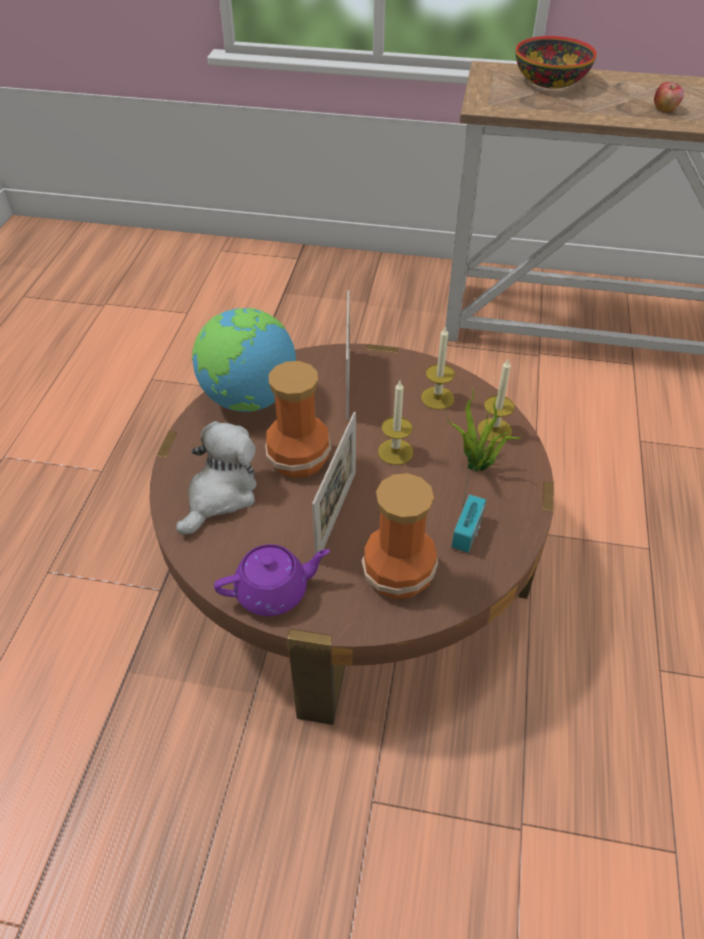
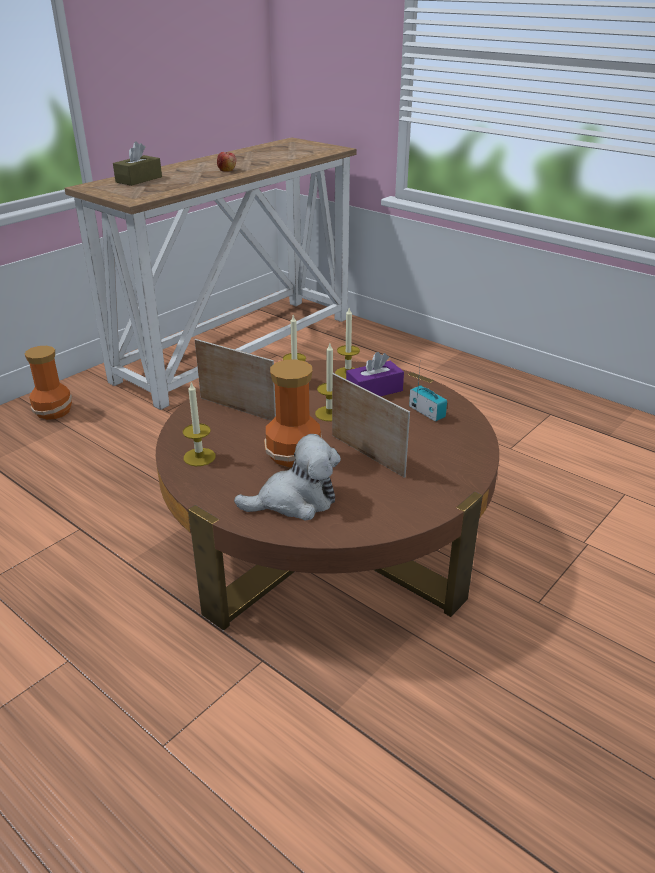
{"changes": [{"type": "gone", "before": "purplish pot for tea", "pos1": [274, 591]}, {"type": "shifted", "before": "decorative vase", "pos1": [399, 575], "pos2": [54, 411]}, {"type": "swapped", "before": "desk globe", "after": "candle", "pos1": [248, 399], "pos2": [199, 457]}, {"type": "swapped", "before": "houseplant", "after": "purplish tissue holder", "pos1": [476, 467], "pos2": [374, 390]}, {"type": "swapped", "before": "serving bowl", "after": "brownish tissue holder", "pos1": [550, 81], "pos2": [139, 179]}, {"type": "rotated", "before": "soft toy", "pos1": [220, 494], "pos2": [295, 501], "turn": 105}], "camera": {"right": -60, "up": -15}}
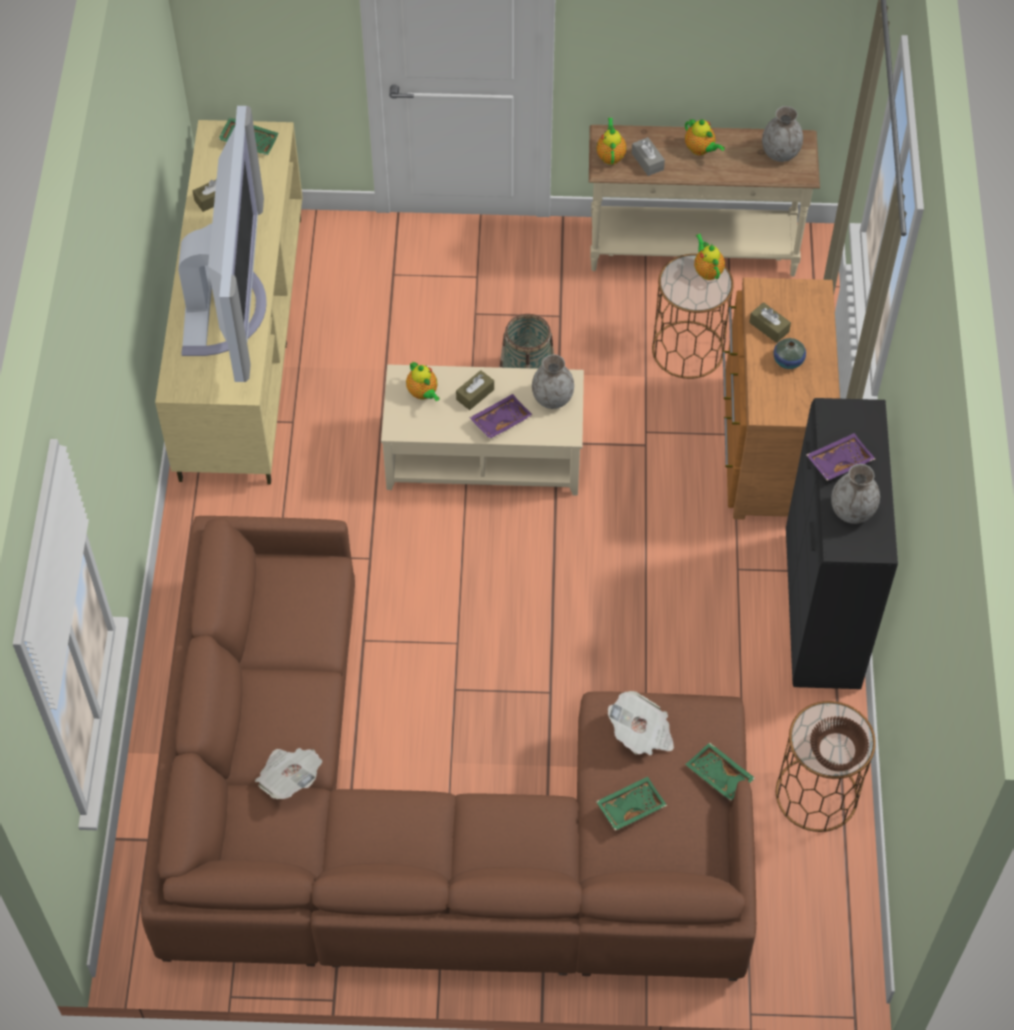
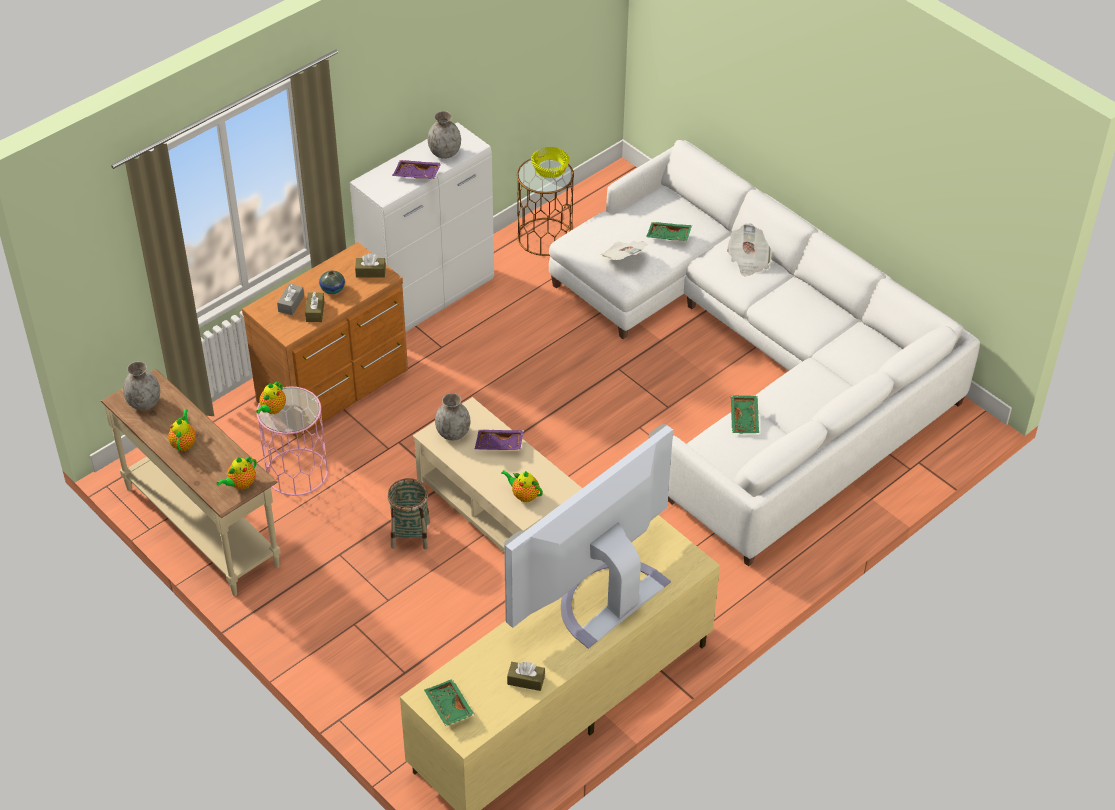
{"changes": [{"type": "shifted", "before": "daily paper", "pos1": [289, 778], "pos2": [748, 260]}, {"type": "shifted", "before": "brownish tissue holder", "pos1": [475, 394], "pos2": [370, 272]}, {"type": "shifted", "before": "grey tissue holder", "pos1": [647, 161], "pos2": [291, 304]}, {"type": "shifted", "before": "green serving tray", "pos1": [718, 776], "pos2": [745, 419]}, {"type": "repainted", "before": "brownish settee", "after": "whitish settee", "pos1": [422, 822], "pos2": [757, 364]}, {"type": "repainted", "before": "brownish end table", "after": "pinkish end table", "pos1": [687, 350], "pos2": [297, 472]}, {"type": "repainted", "before": "black storage cabinet", "after": "whitish storage cabinet", "pos1": [821, 612], "pos2": [429, 298]}, {"type": "repainted", "before": "brownish serving bowl", "after": "yellow-coloured serving bowl", "pos1": [835, 750], "pos2": [550, 169]}, {"type": "rotated", "before": "pot for tea", "pos1": [423, 393], "pos2": [524, 495], "turn": -75}], "camera": {"right": -135, "up": -10}}
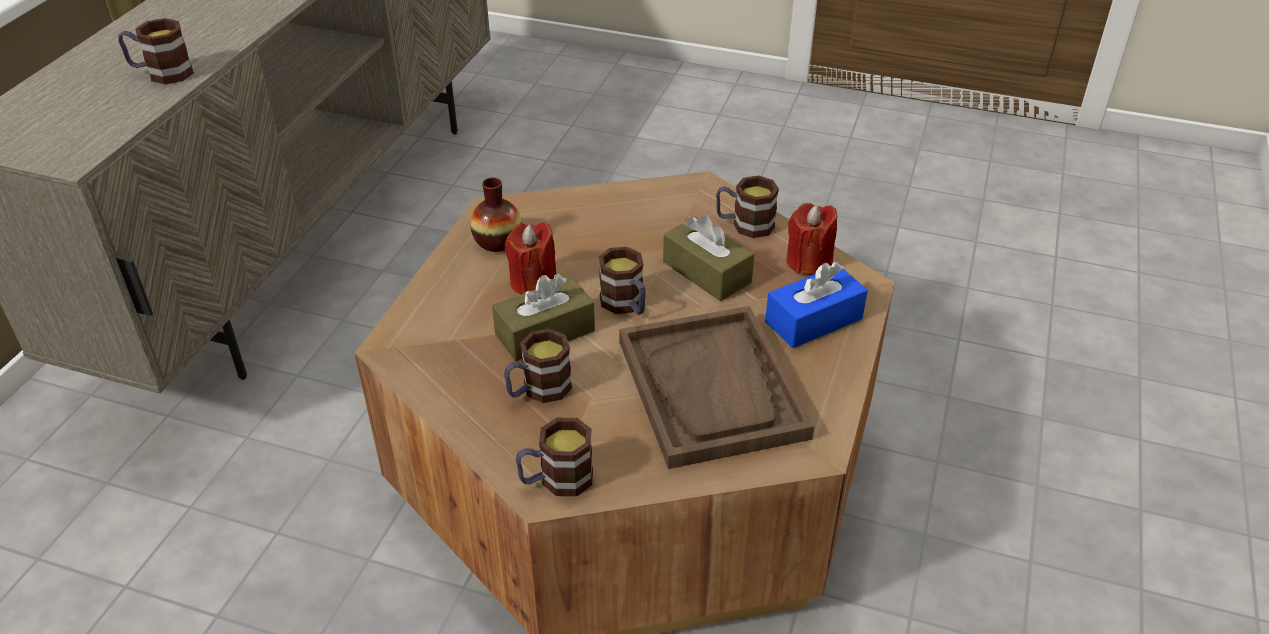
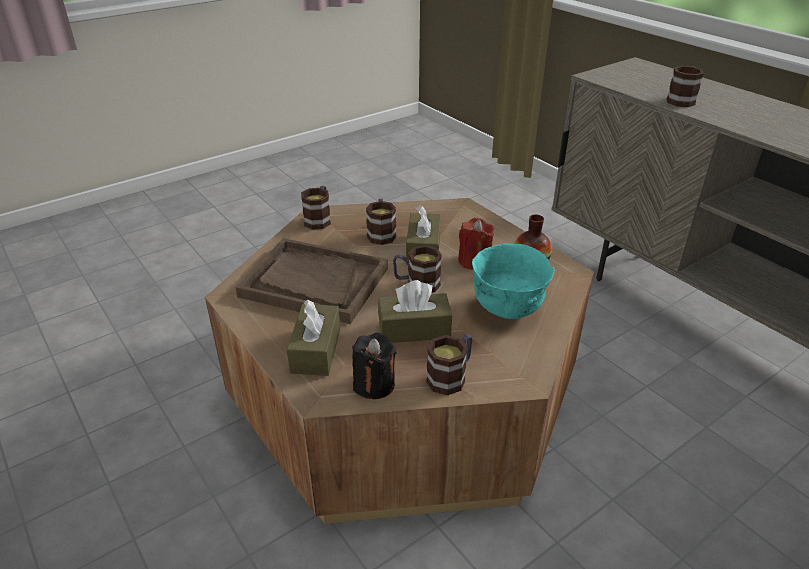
{"changes": [{"type": "new", "after": "blue-green serving bowl", "pos2": [507, 309]}, {"type": "repainted", "before": "bluish tissue holder", "after": "brownish tissue holder", "pos1": [813, 320], "pos2": [316, 350]}, {"type": "repainted", "before": "red candle", "after": "black candle", "pos1": [808, 262], "pos2": [374, 384]}], "camera": {"right": 125, "up": -5}}
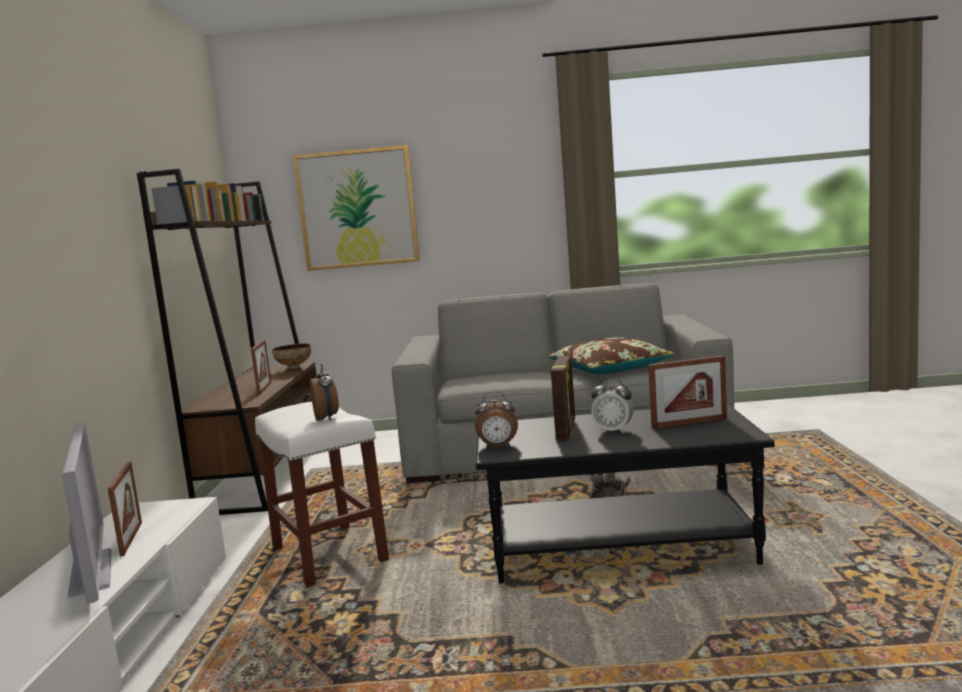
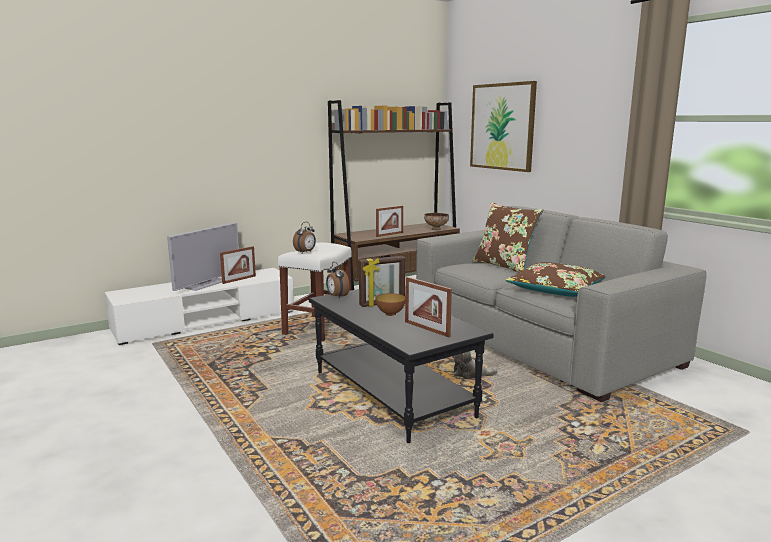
{"changes": [{"type": "new", "after": "brownish throw pillow", "pos2": [504, 266]}, {"type": "swapped", "before": "alarm clock", "after": "serving bowl", "pos1": [613, 431], "pos2": [390, 314]}], "camera": {"right": 55, "up": 5}}
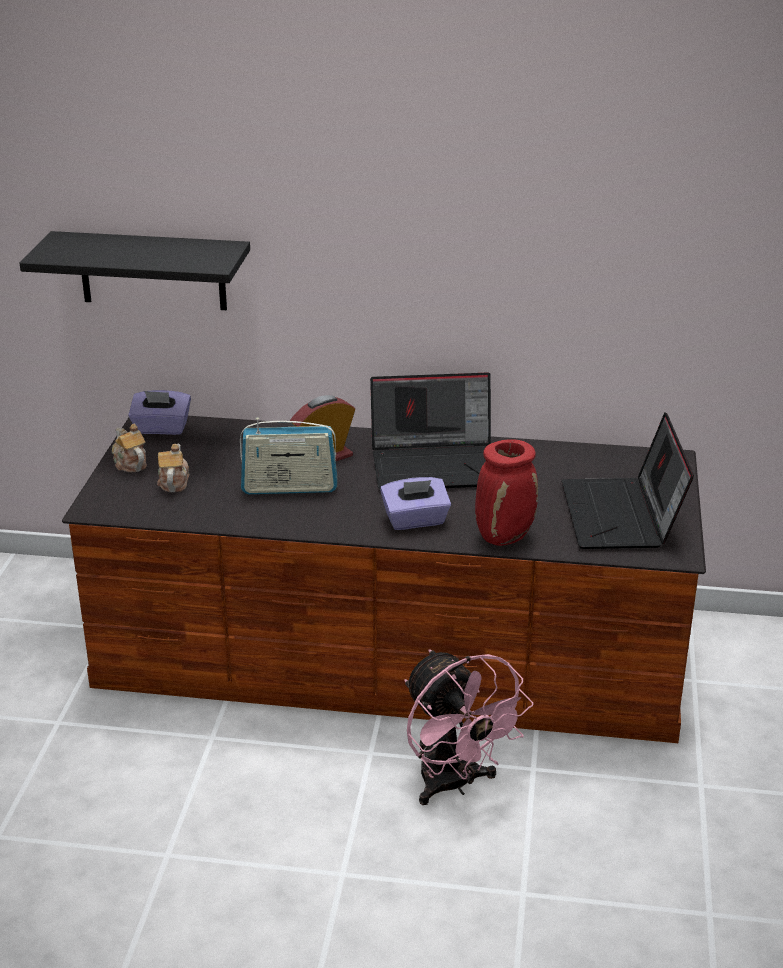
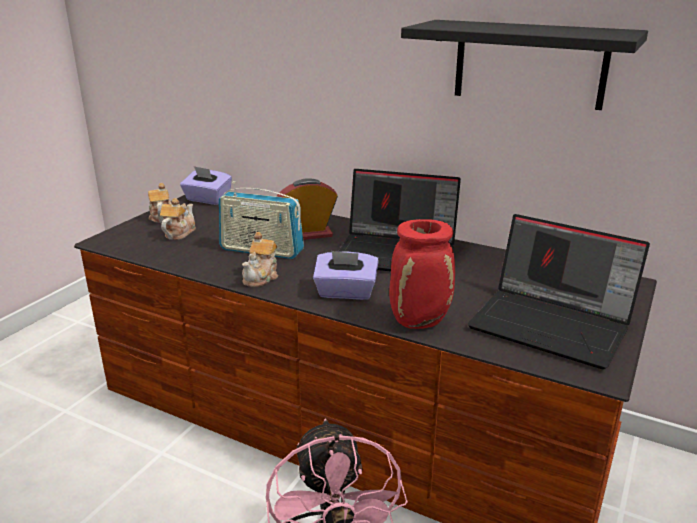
{"changes": [{"type": "new", "after": "pot for tea", "pos2": [261, 277]}, {"type": "shifted", "before": "black wall shelf", "pos1": [152, 271], "pos2": [529, 64]}, {"type": "rotated", "before": "portable computer", "pos1": [622, 516], "pos2": [553, 324], "turn": -75}], "camera": {"right": 20, "up": -5}}
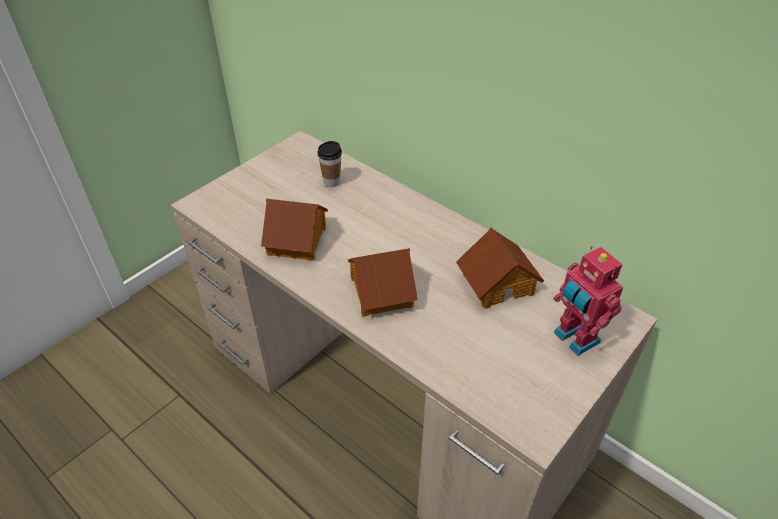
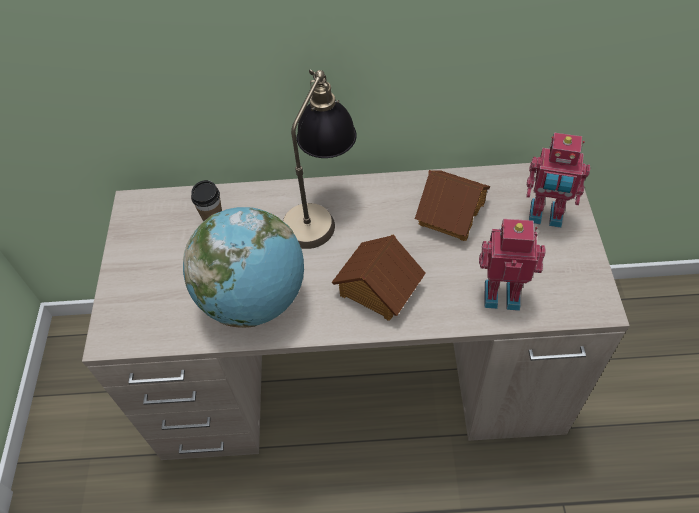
{"changes": [{"type": "new", "after": "table lamp", "pos2": [320, 210]}, {"type": "new", "after": "robot figure", "pos2": [502, 293]}, {"type": "swapped", "before": "toy house", "after": "desk globe", "pos1": [298, 240], "pos2": [254, 299]}], "camera": {"right": -40, "up": 10}}
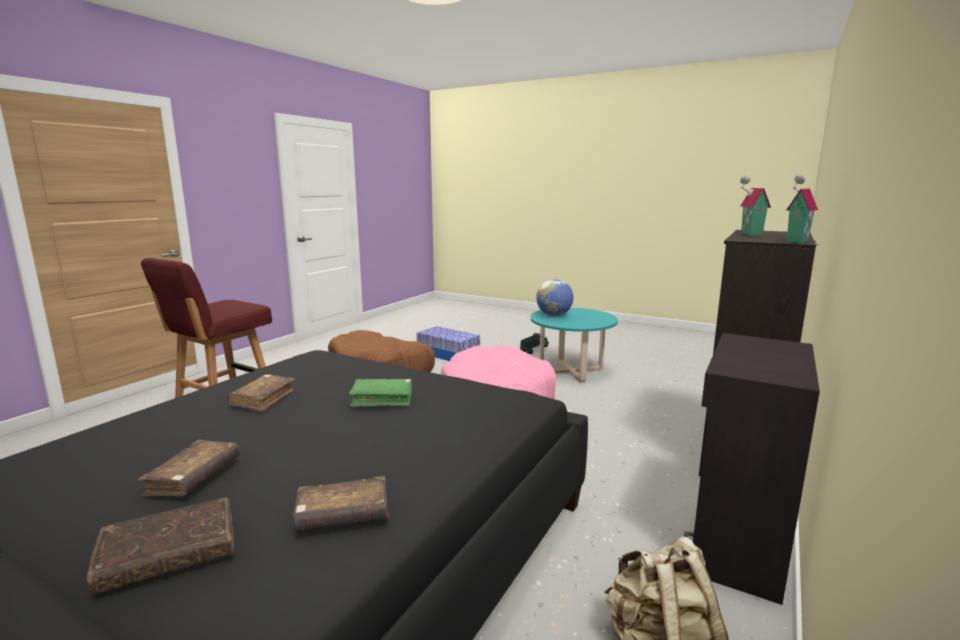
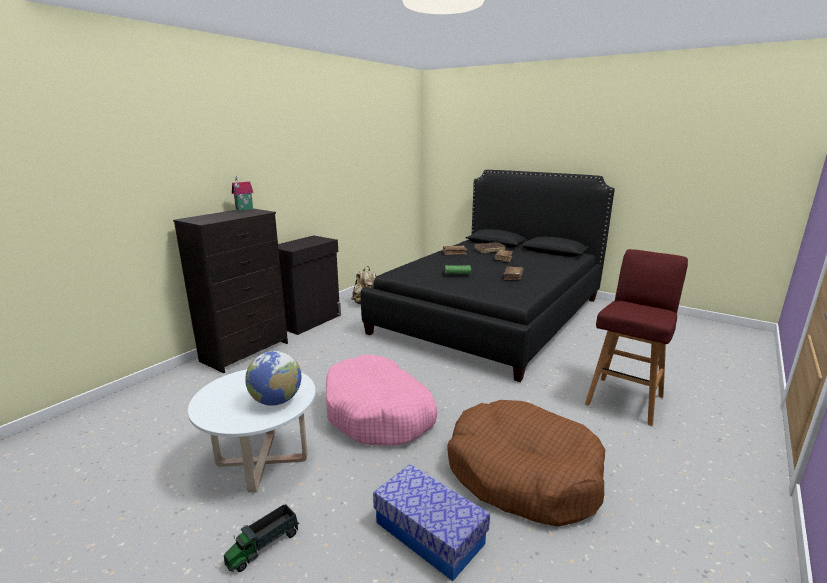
{"changes": [{"type": "gone", "before": "toy house", "pos1": [749, 234]}, {"type": "repainted", "before": "blue-green coffee table", "after": "whitish coffee table", "pos1": [571, 371], "pos2": [262, 461]}], "camera": {"right": -175, "up": 5}}
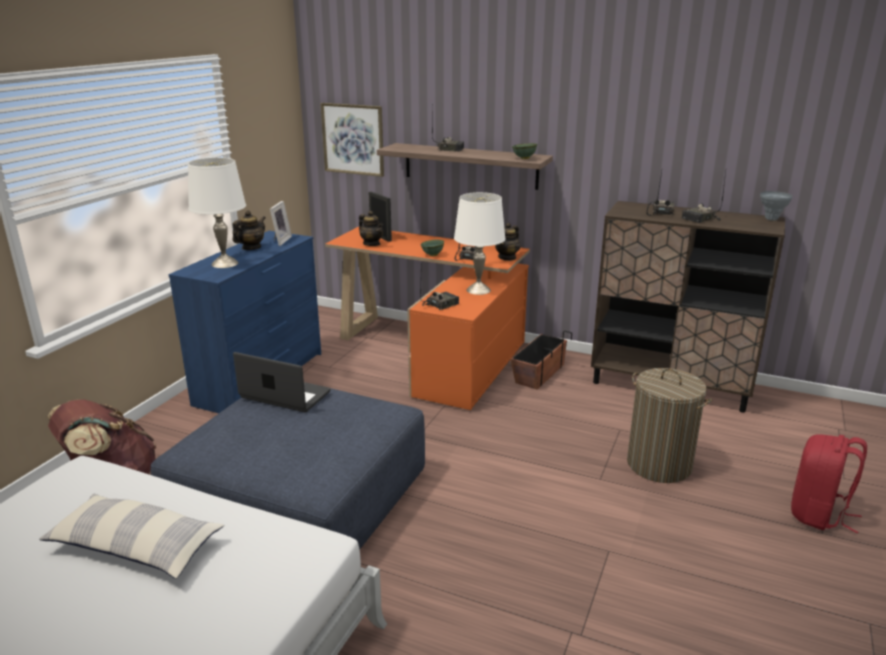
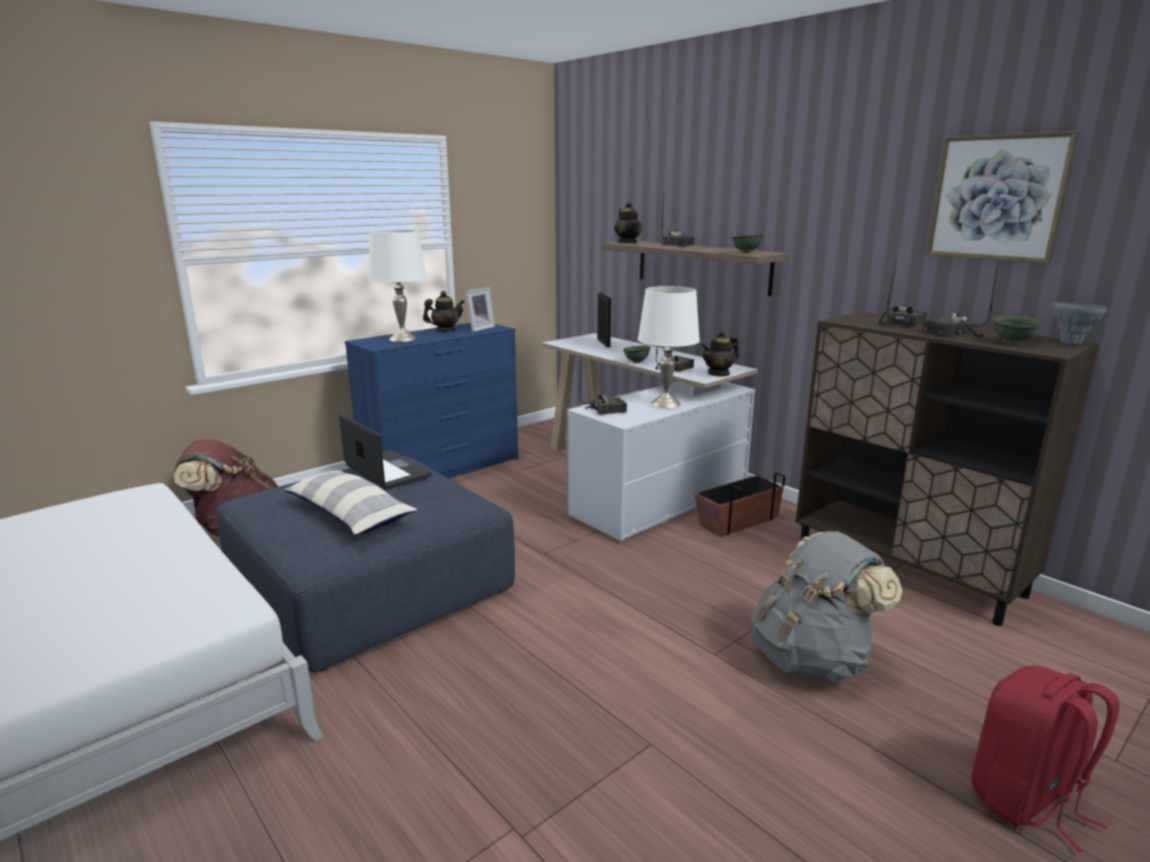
{"changes": [{"type": "new", "after": "green serving bowl", "pos2": [1012, 342]}, {"type": "shifted", "before": "throw pillow", "pos1": [135, 548], "pos2": [349, 515]}, {"type": "shifted", "before": "wall picture", "pos1": [353, 139], "pos2": [997, 198]}, {"type": "shifted", "before": "pot for tea", "pos1": [371, 244], "pos2": [628, 243]}, {"type": "swapped", "before": "washing basket", "after": "grey rucksack", "pos1": [659, 464], "pos2": [812, 659]}, {"type": "repainted", "before": "orangey desk", "after": "whitish desk", "pos1": [435, 352], "pos2": [636, 478]}], "camera": {"right": 25, "up": -5}}
